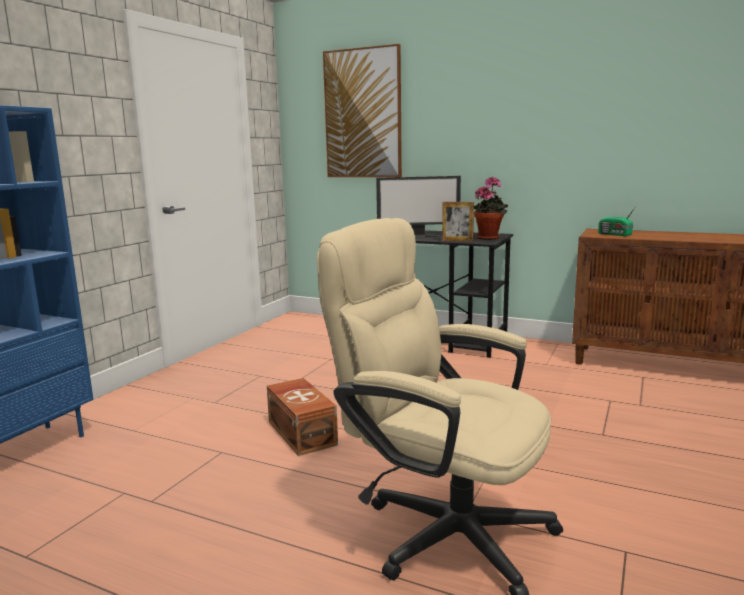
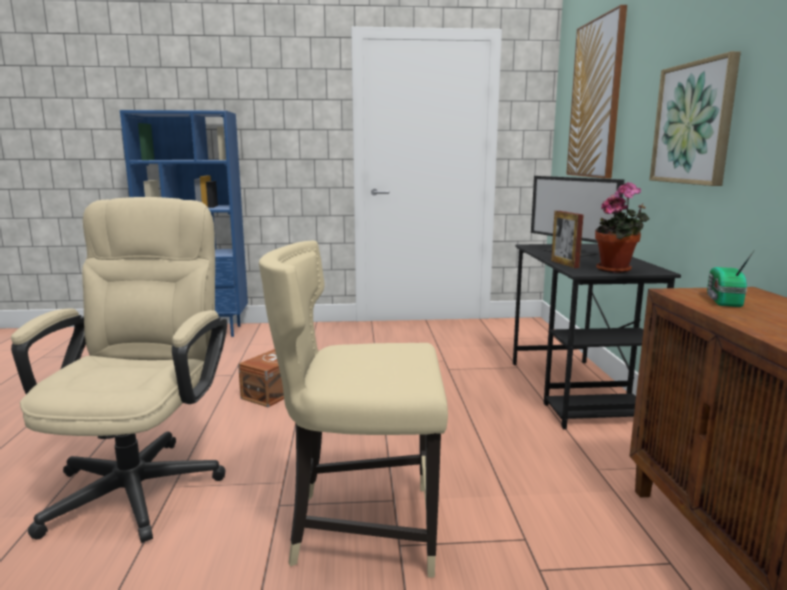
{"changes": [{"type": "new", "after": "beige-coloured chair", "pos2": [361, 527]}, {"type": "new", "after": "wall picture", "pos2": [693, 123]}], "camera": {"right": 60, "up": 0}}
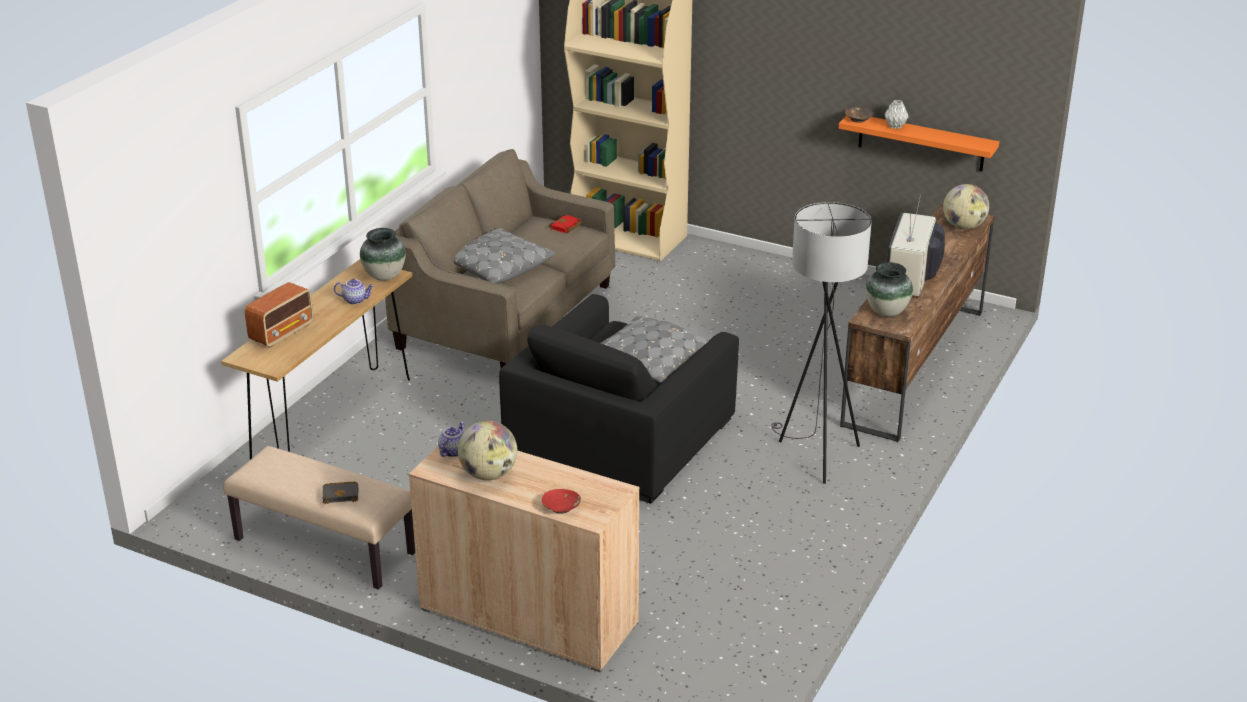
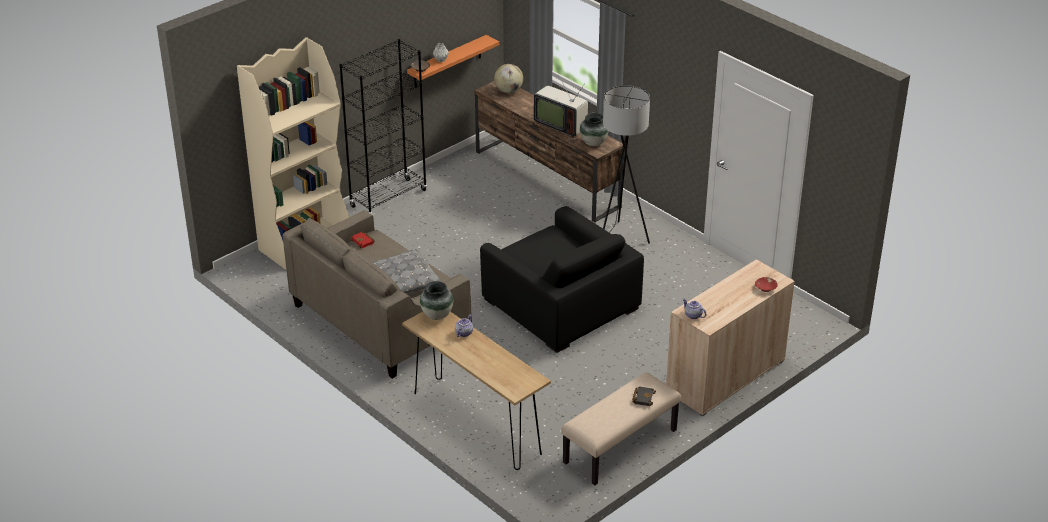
{"changes": [{"type": "gone", "before": "radio", "pos1": [282, 332]}, {"type": "gone", "before": "desk globe", "pos1": [489, 474]}, {"type": "gone", "before": "grey throw pillow", "pos1": [649, 361]}, {"type": "new", "after": "black shelving unit", "pos2": [388, 198]}], "camera": {"right": -70, "up": 5}}
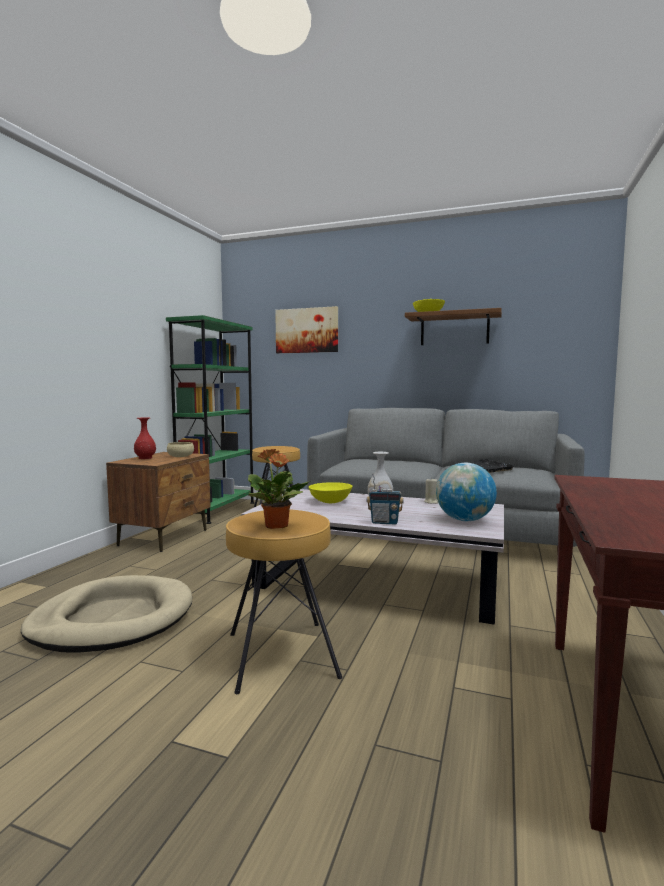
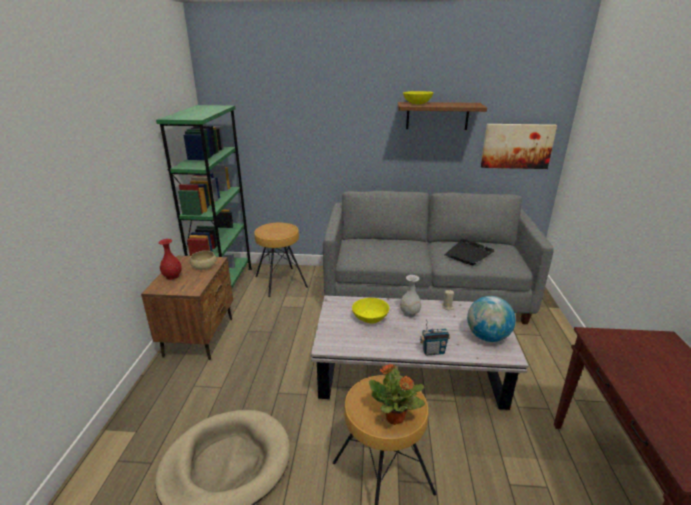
{"changes": [{"type": "shifted", "before": "wall picture", "pos1": [307, 330], "pos2": [517, 146]}], "camera": {"right": -15, "up": 20}}
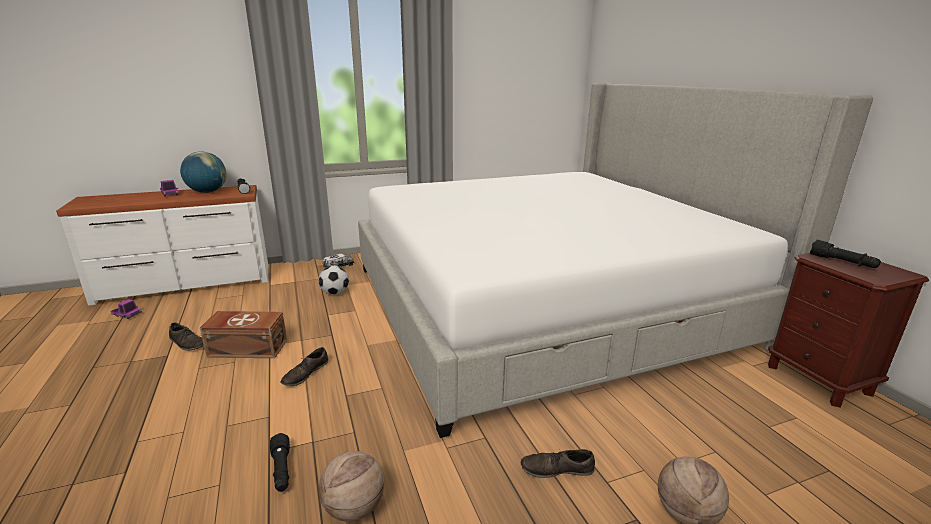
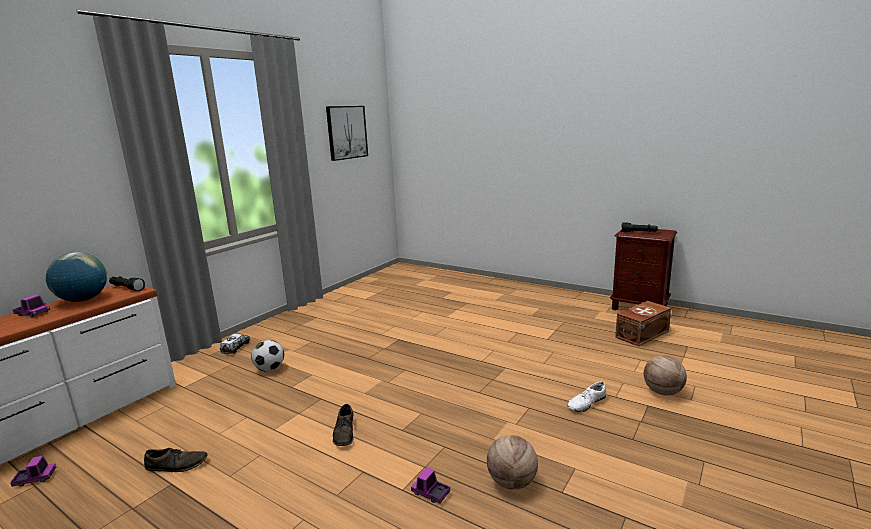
{"changes": [{"type": "gone", "before": "bed", "pos1": [544, 303]}, {"type": "new", "after": "wall picture", "pos2": [346, 132]}, {"type": "shifted", "before": "brownish storage container", "pos1": [247, 348], "pos2": [641, 334]}, {"type": "swapped", "before": "black torch", "after": "toy truck", "pos1": [281, 470], "pos2": [430, 493]}, {"type": "repainted", "before": "brownish shoe", "after": "whitish shoe", "pos1": [556, 469], "pos2": [586, 403]}], "camera": {"right": -35, "up": -5}}
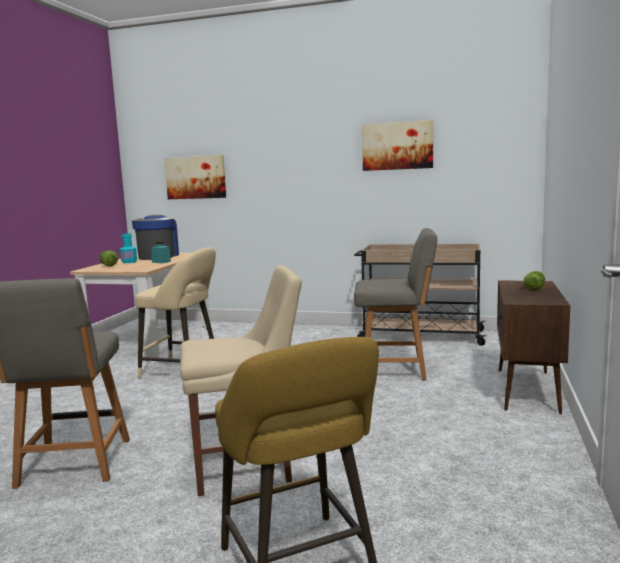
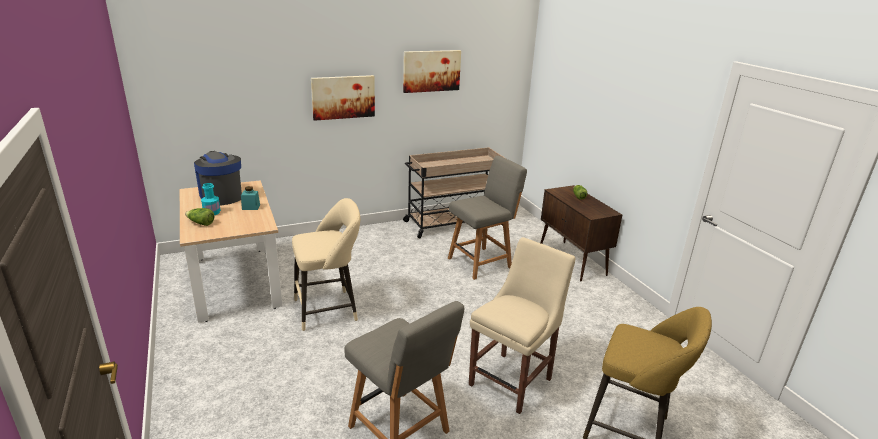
{"changes": [{"type": "shifted", "before": "wall picture", "pos1": [196, 177], "pos2": [343, 97]}], "camera": {"right": -40, "up": 15}}
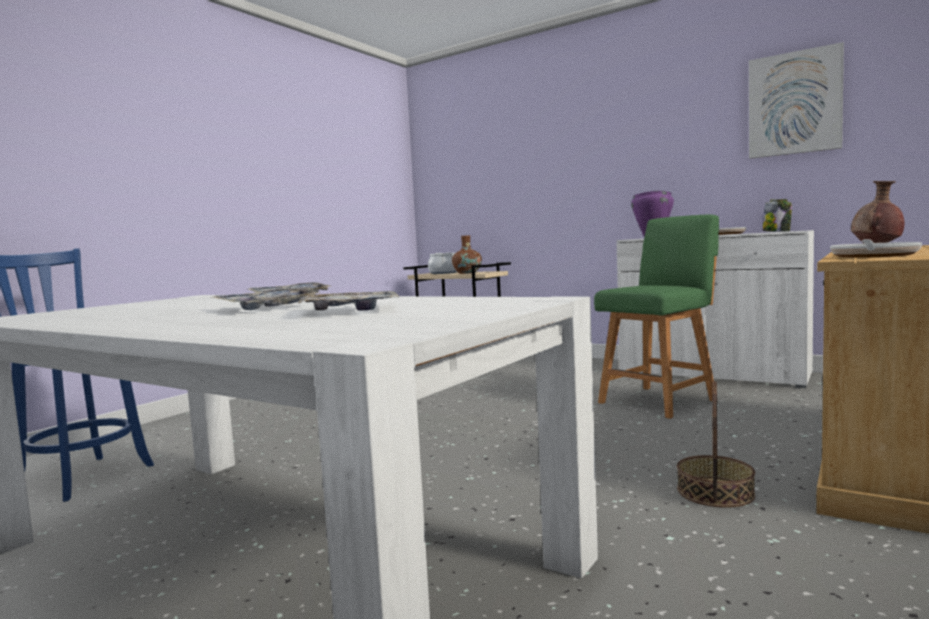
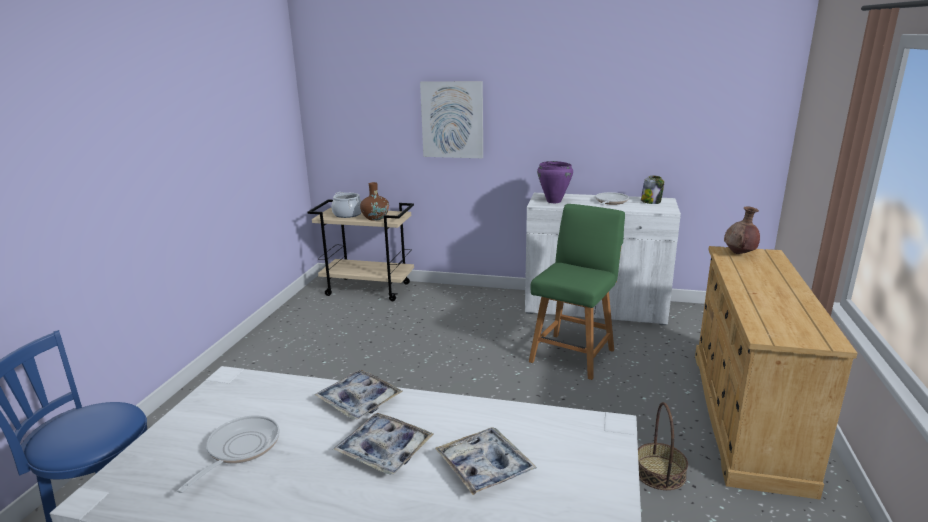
{"changes": [{"type": "shifted", "before": "wall picture", "pos1": [794, 103], "pos2": [452, 119]}, {"type": "shifted", "before": "frying pan", "pos1": [872, 256], "pos2": [239, 449]}], "camera": {"right": -20, "up": 15}}
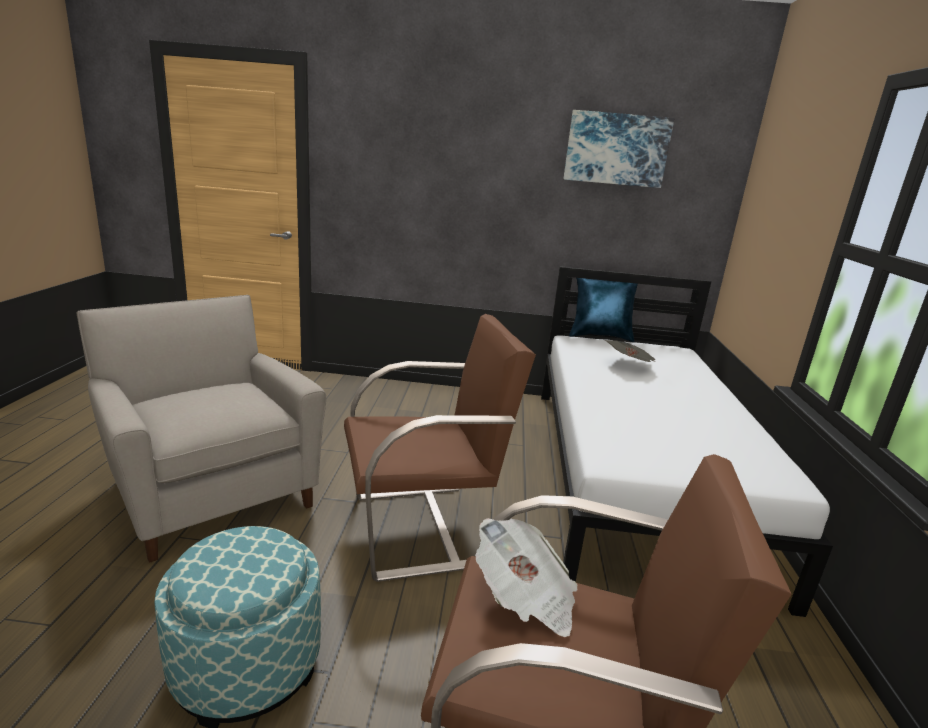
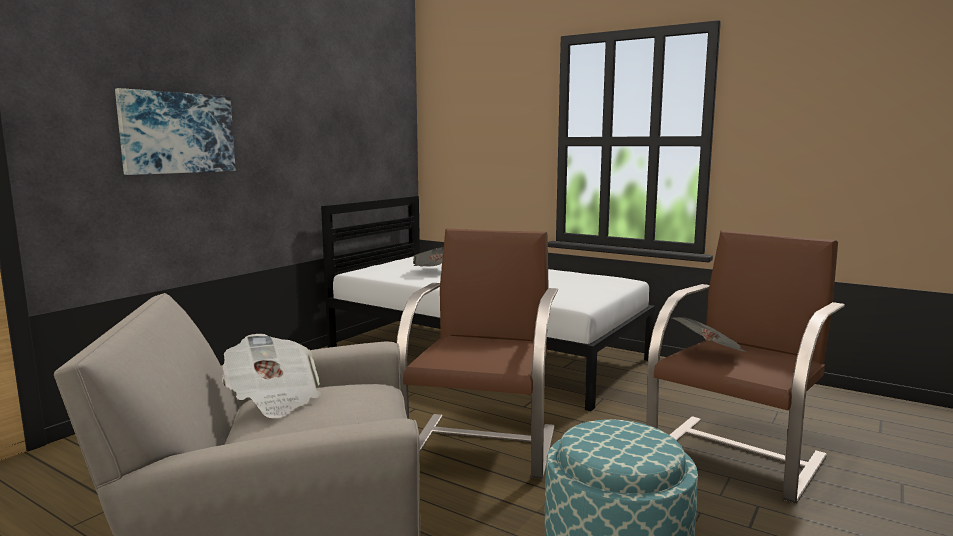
{"changes": [{"type": "gone", "before": "bluish throw pillow", "pos1": [600, 336]}, {"type": "new", "after": "daily paper", "pos2": [273, 399]}, {"type": "shifted", "before": "wall picture", "pos1": [616, 149], "pos2": [177, 133]}], "camera": {"right": -60, "up": -10}}
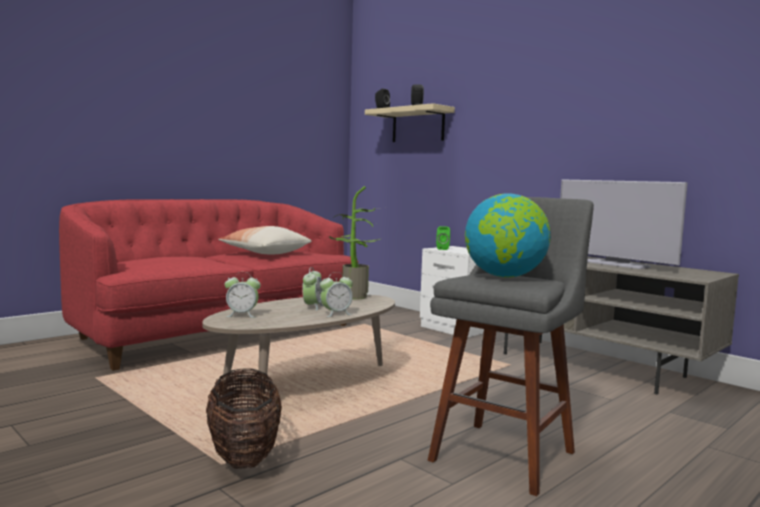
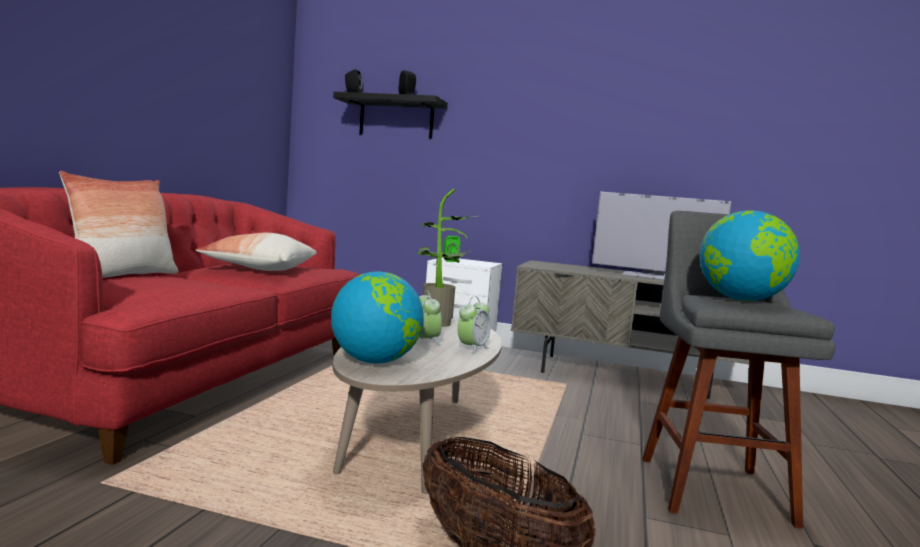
{"changes": [{"type": "new", "after": "throw pillow", "pos2": [123, 276]}, {"type": "swapped", "before": "alarm clock", "after": "desk globe", "pos1": [242, 315], "pos2": [375, 361]}, {"type": "repainted", "before": "beige-coloured wall shelf", "after": "black wall shelf", "pos1": [418, 125], "pos2": [396, 118]}], "camera": {"right": -30, "up": 0}}
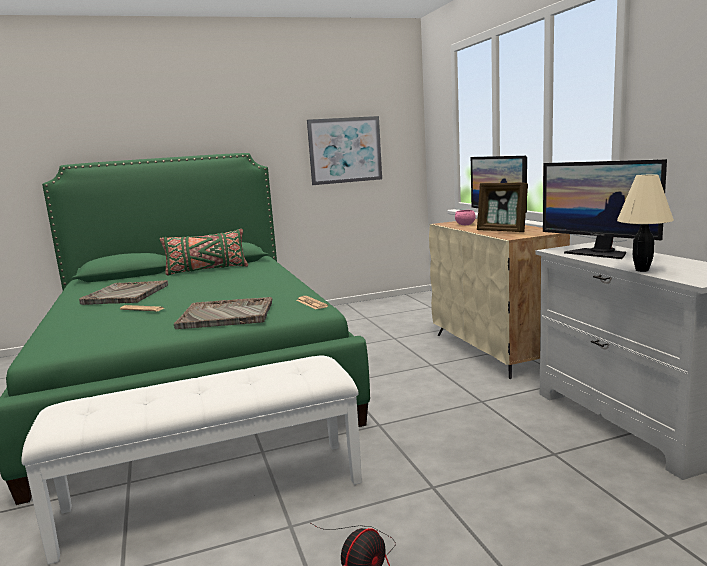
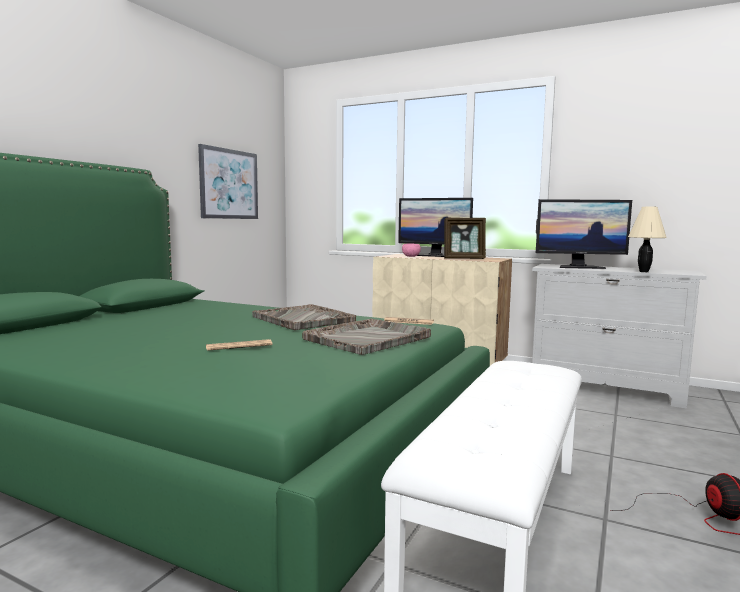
{"changes": [{"type": "gone", "before": "green throw pillow", "pos1": [206, 270]}, {"type": "shifted", "before": "grey serving tray", "pos1": [125, 294], "pos2": [303, 319]}], "camera": {"right": -45, "up": -5}}
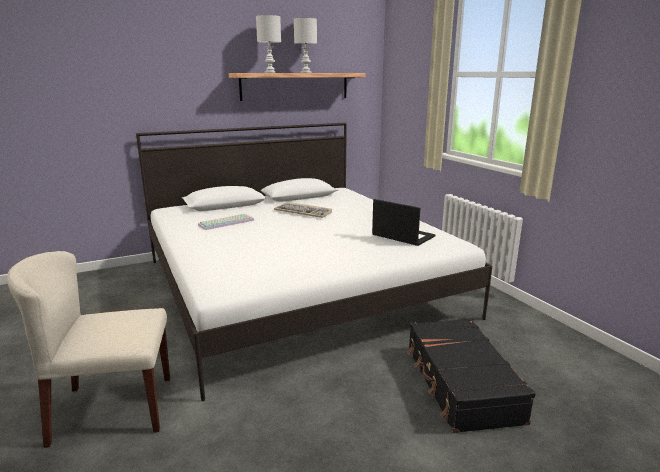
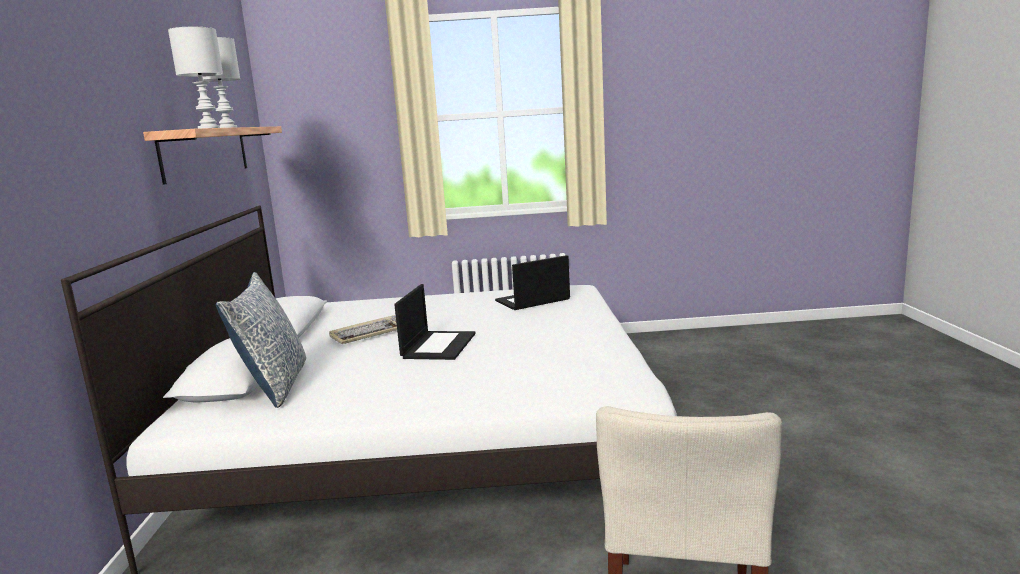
{"changes": [{"type": "gone", "before": "keyboard", "pos1": [226, 222]}, {"type": "gone", "before": "black suitcase", "pos1": [460, 384]}, {"type": "new", "after": "throw pillow", "pos2": [275, 385]}, {"type": "new", "after": "portable computer", "pos2": [438, 345]}], "camera": {"right": -65, "up": -5}}
